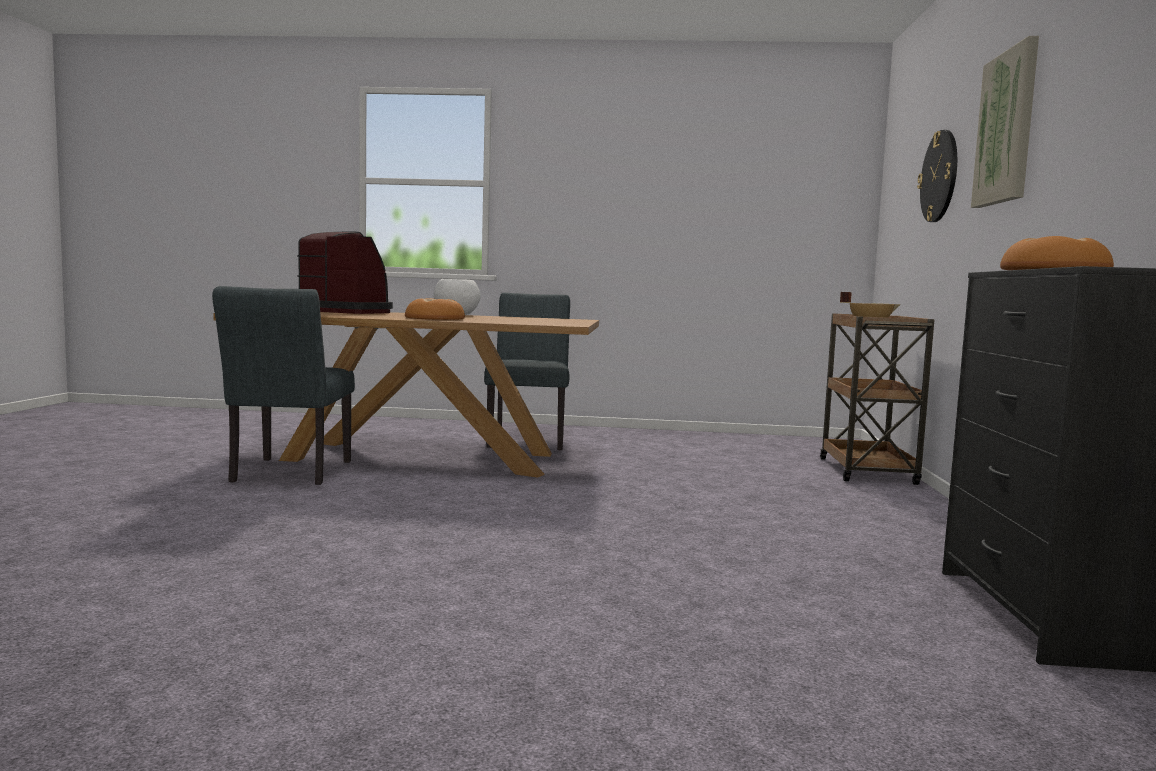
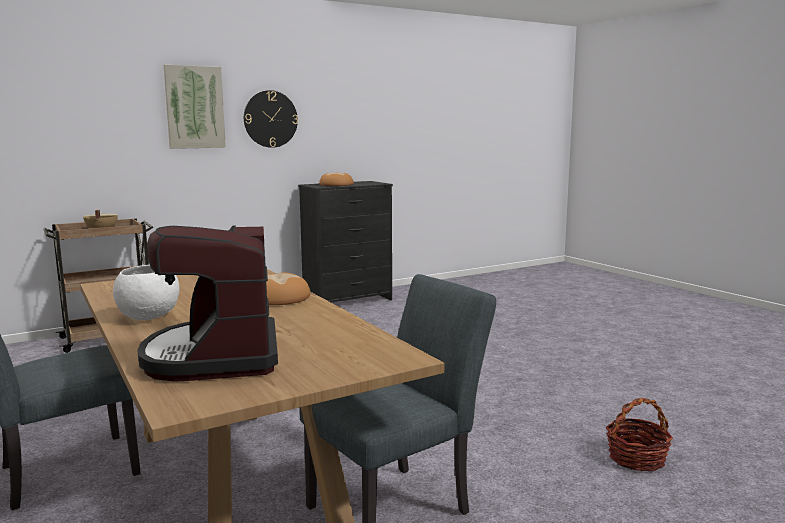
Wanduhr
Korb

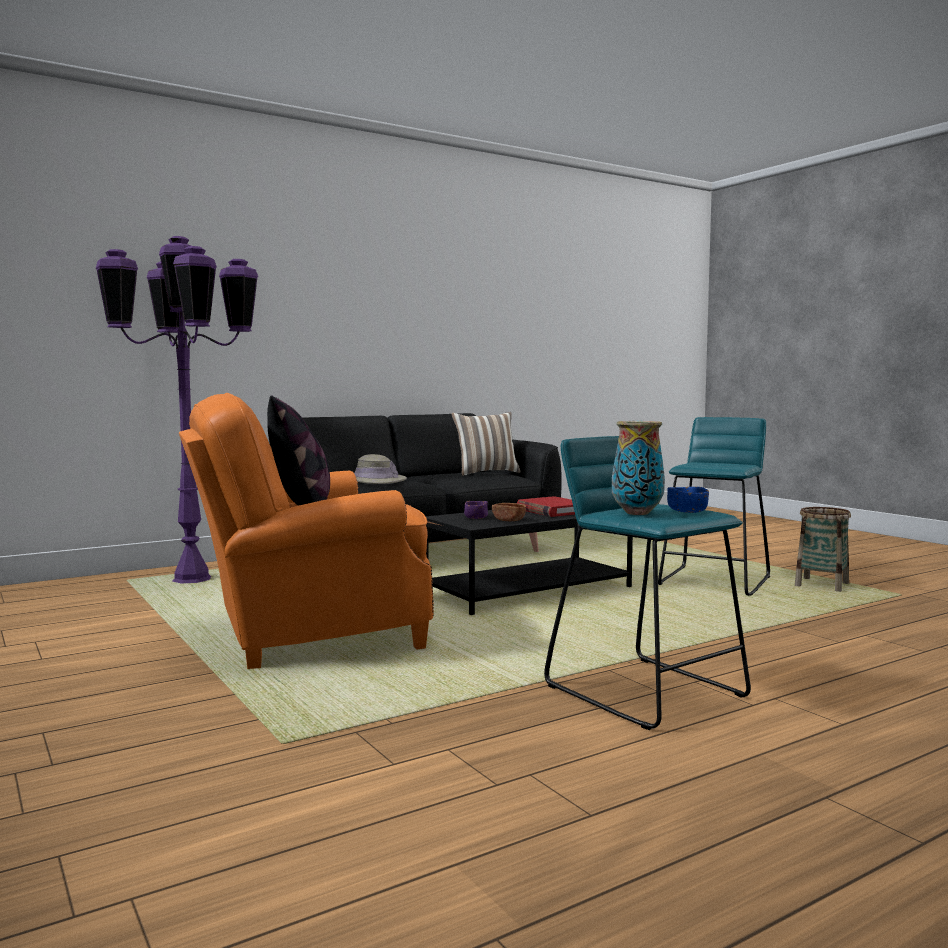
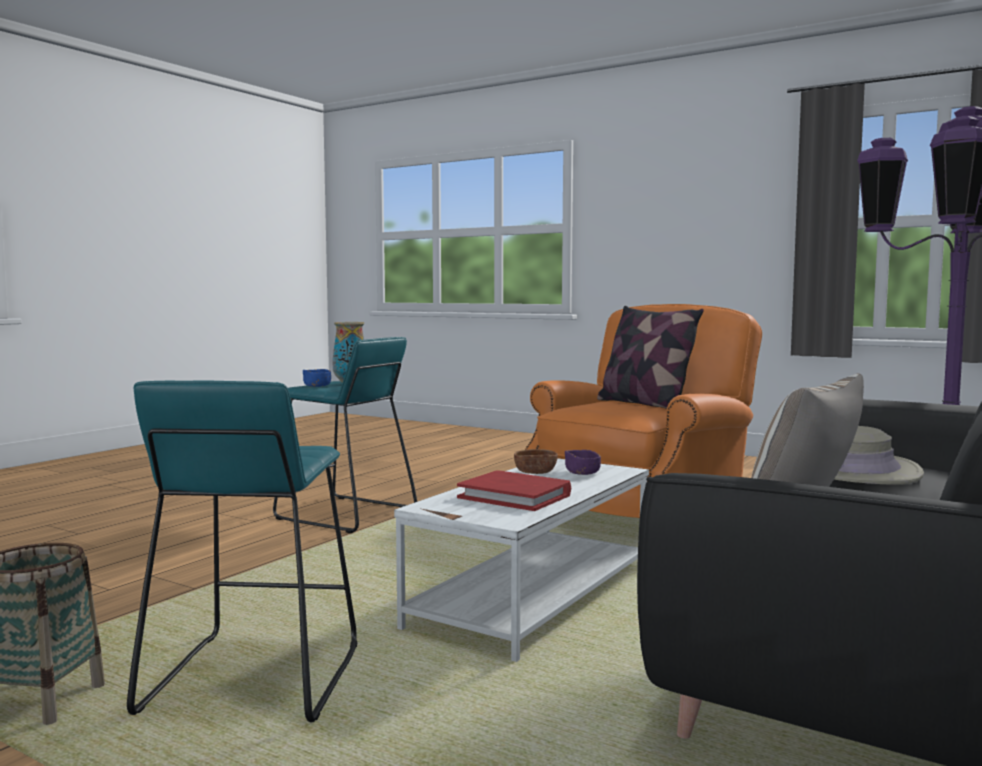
Couchtisch/weiß

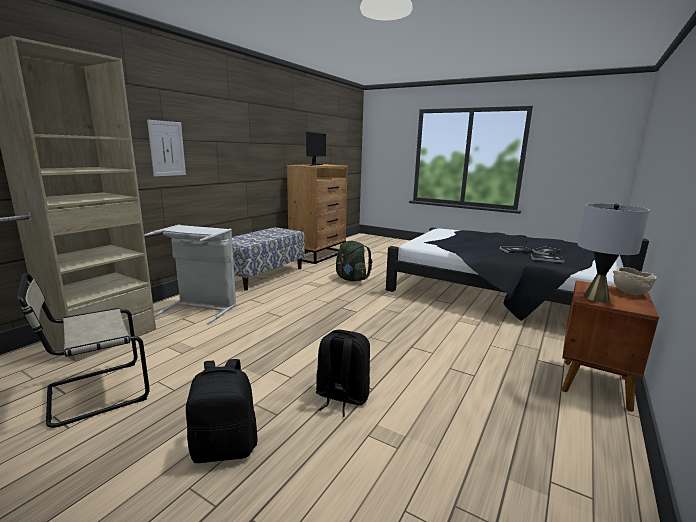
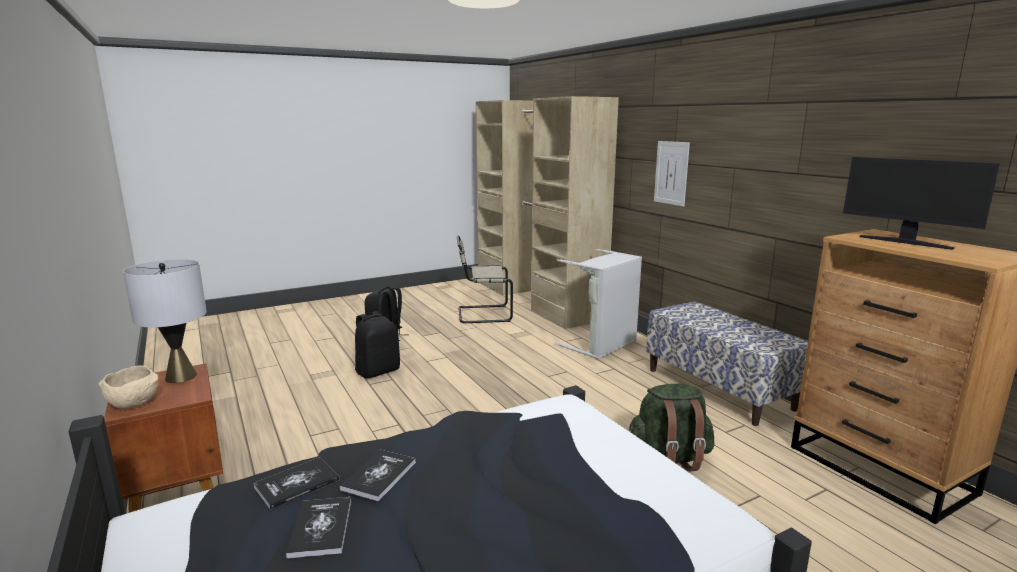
Stuhl/beige

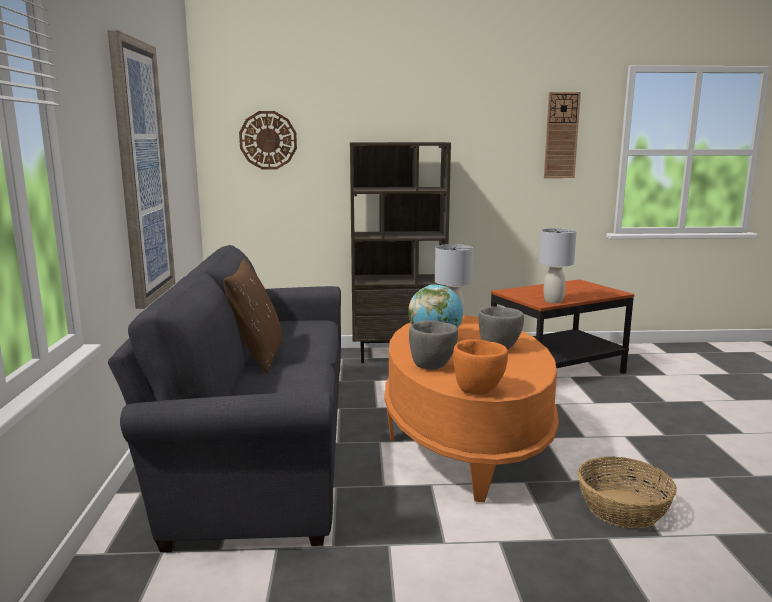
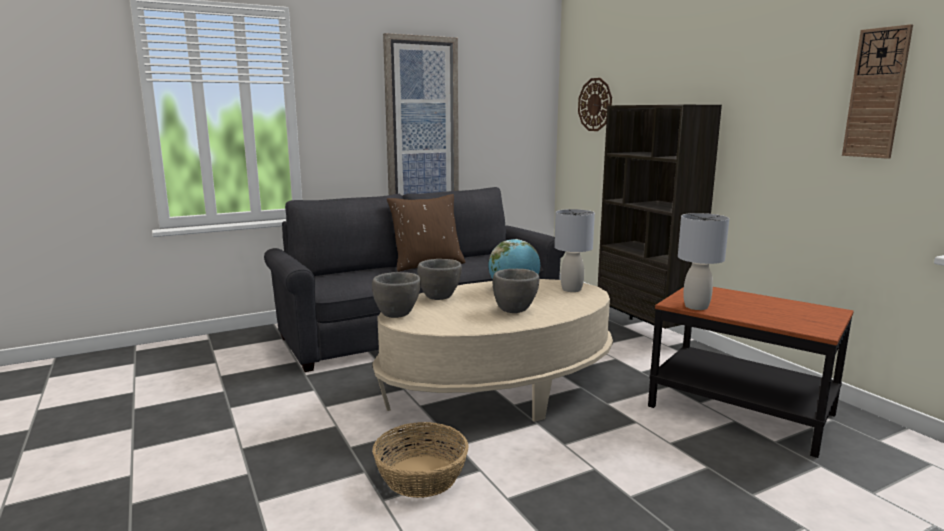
Schüssel/grau (no. 1 from left)
Couchtisch/beige

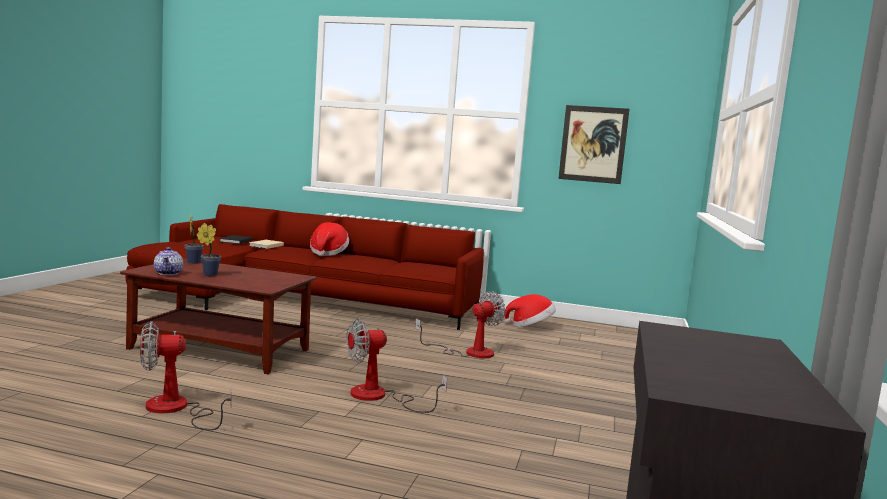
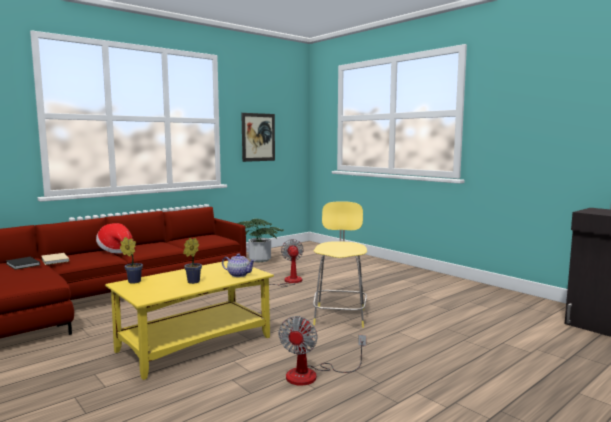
Couchtisch/gelb
Teekanne
Topfpflanze (no. 3 from left)
Hocker/gelb

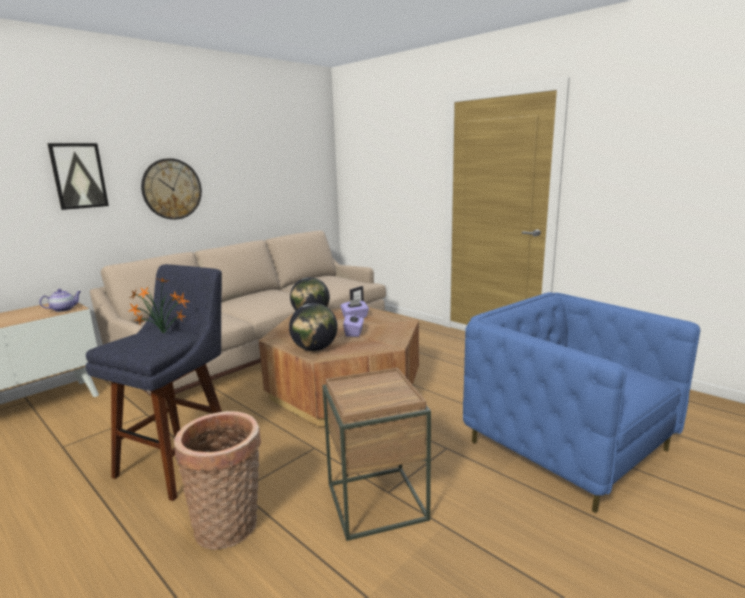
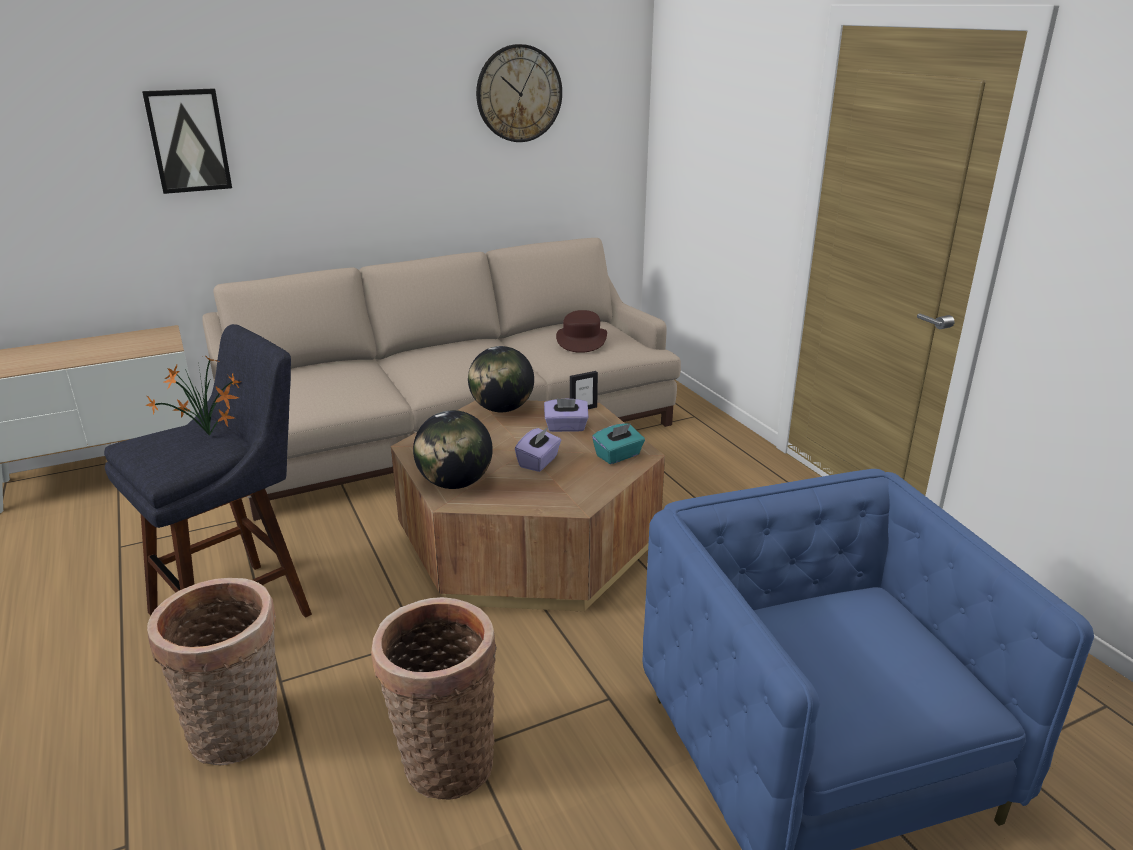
Korb (no. 2 from left)
Wanduhr
Hut/braun
Taschentuchbox/türkis
Teekanne

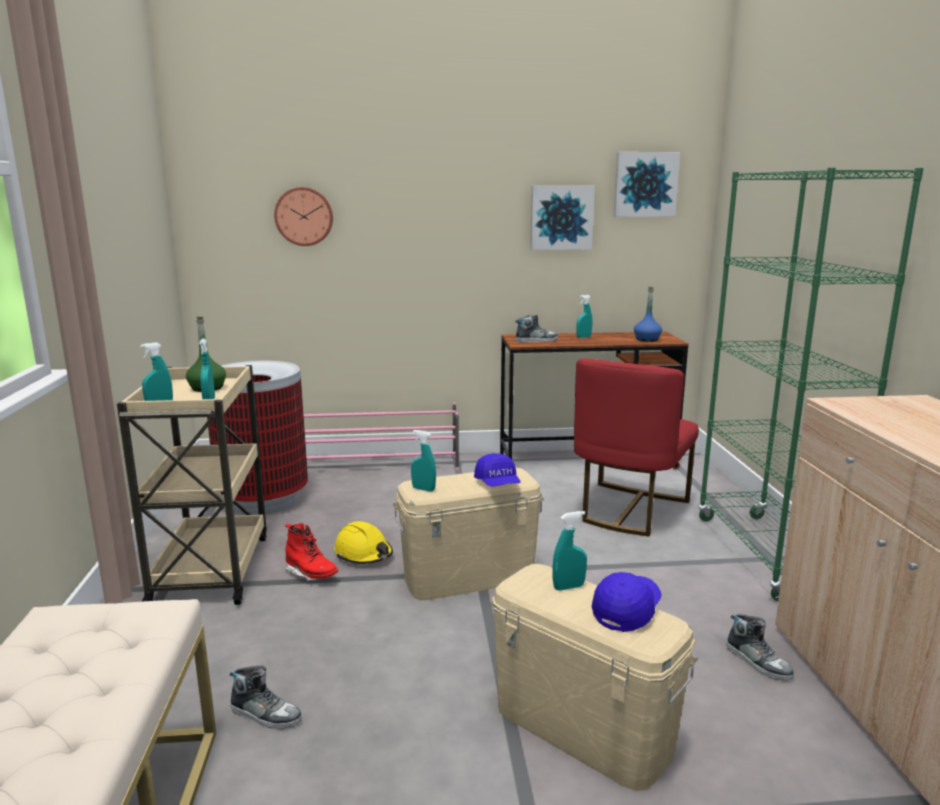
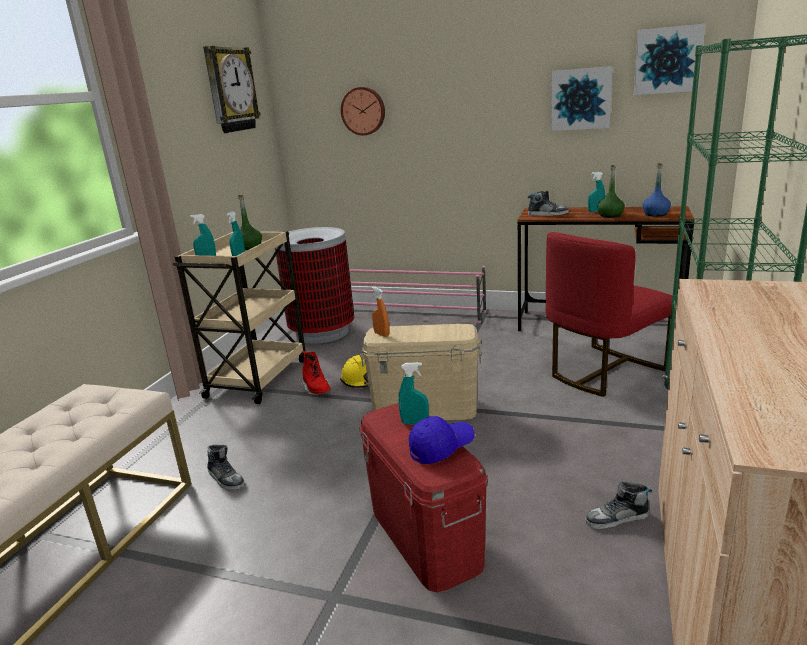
Wanduhr (no. 1 from left)
Aufbewahrungsbox/rot
Sprühflasche/orange
Schuh (no. 3 from left)
Flasche/grün (no. 2 from left)
Kappe/blau (no. 1 from left in the first image)

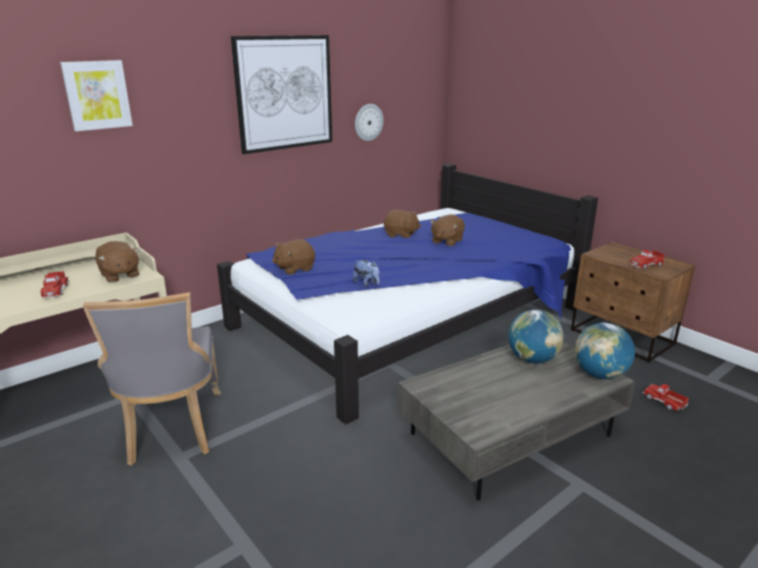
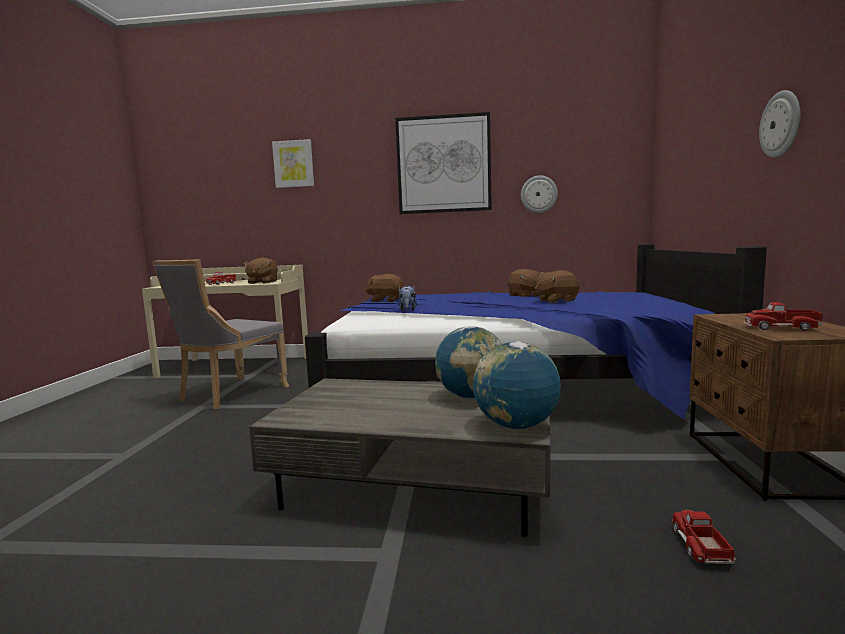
Wanduhr (no. 2 from left)

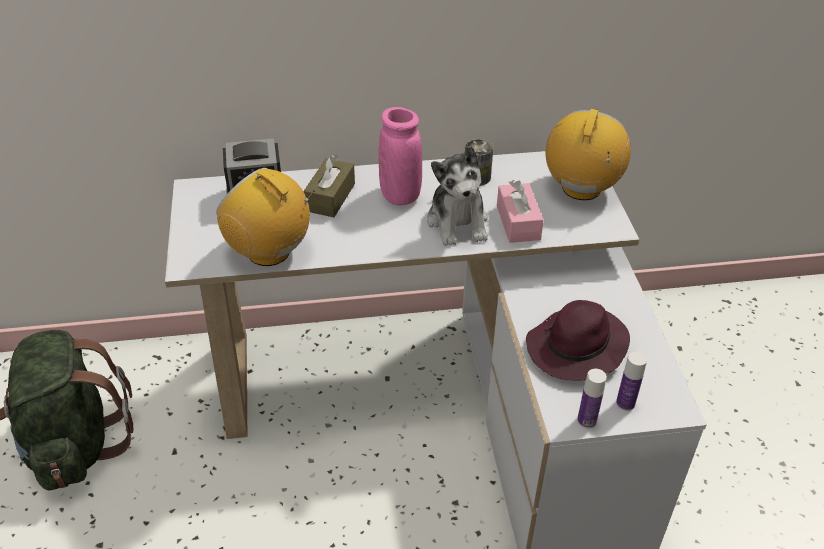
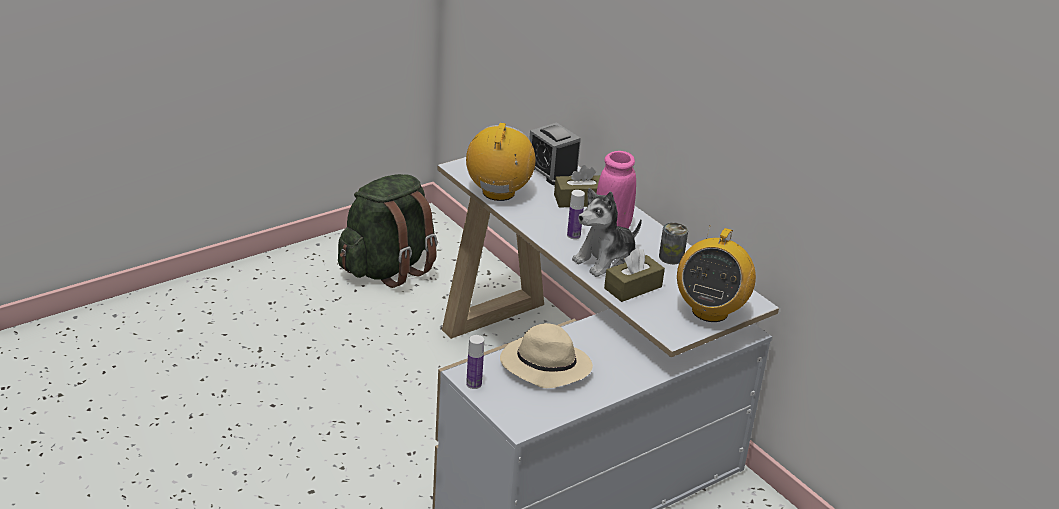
Hut/beige
Flasche (no. 2 from left)
Taschentuchbox/braun (no. 2 from left)
Radio (no. 2 from left)

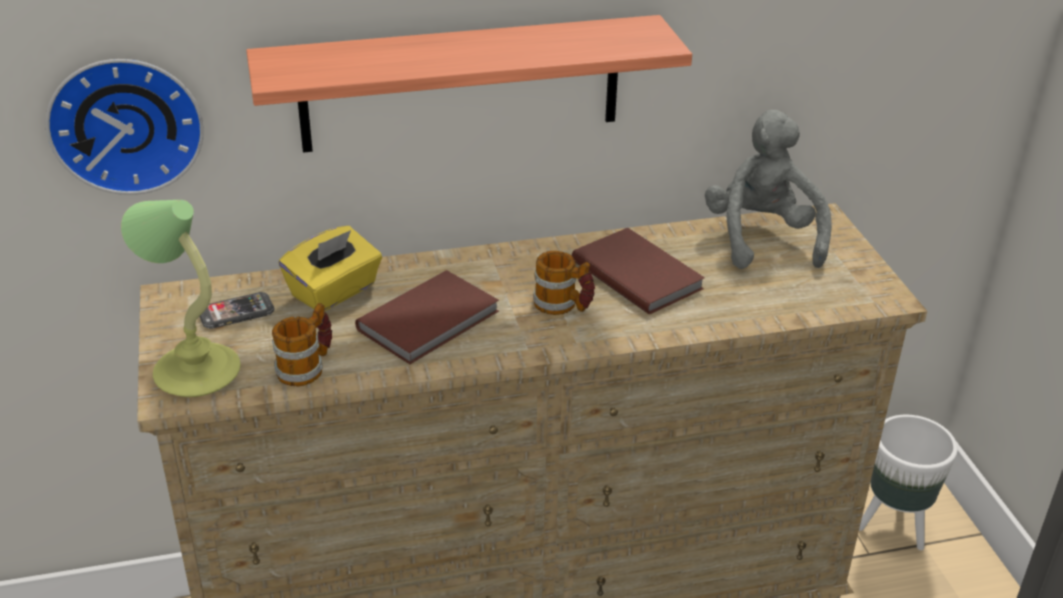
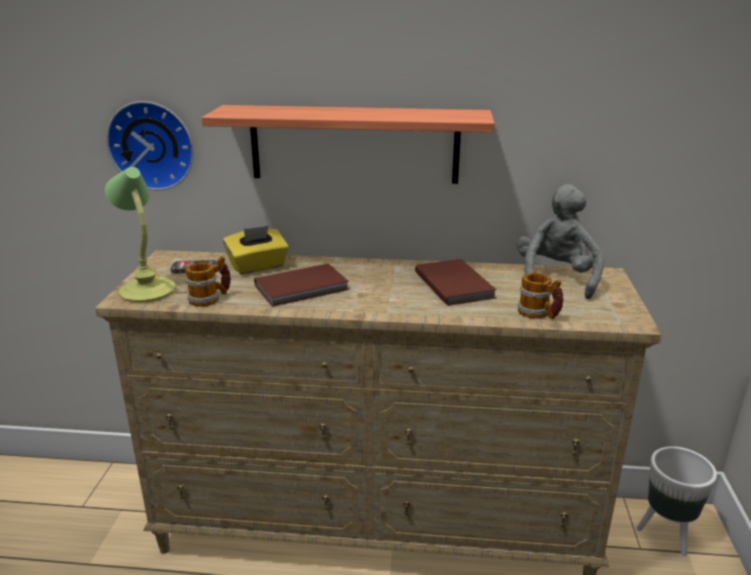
Henkelbecher (no. 2 from left)

